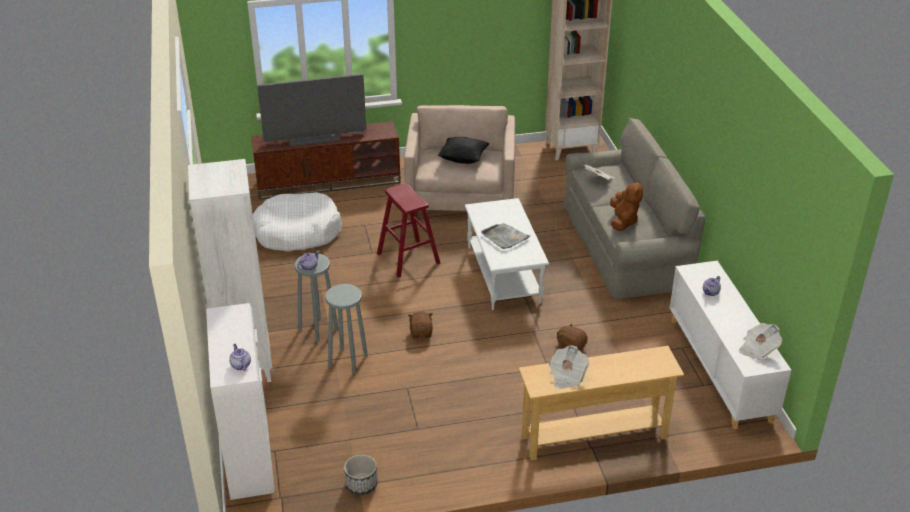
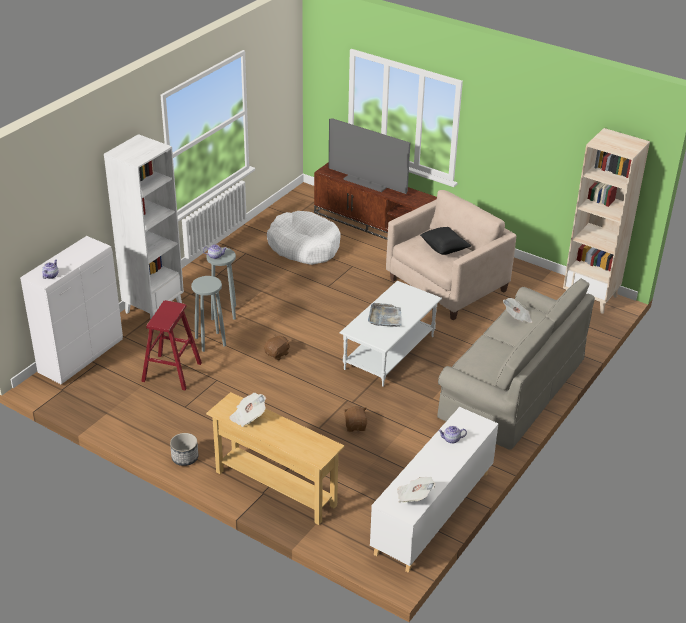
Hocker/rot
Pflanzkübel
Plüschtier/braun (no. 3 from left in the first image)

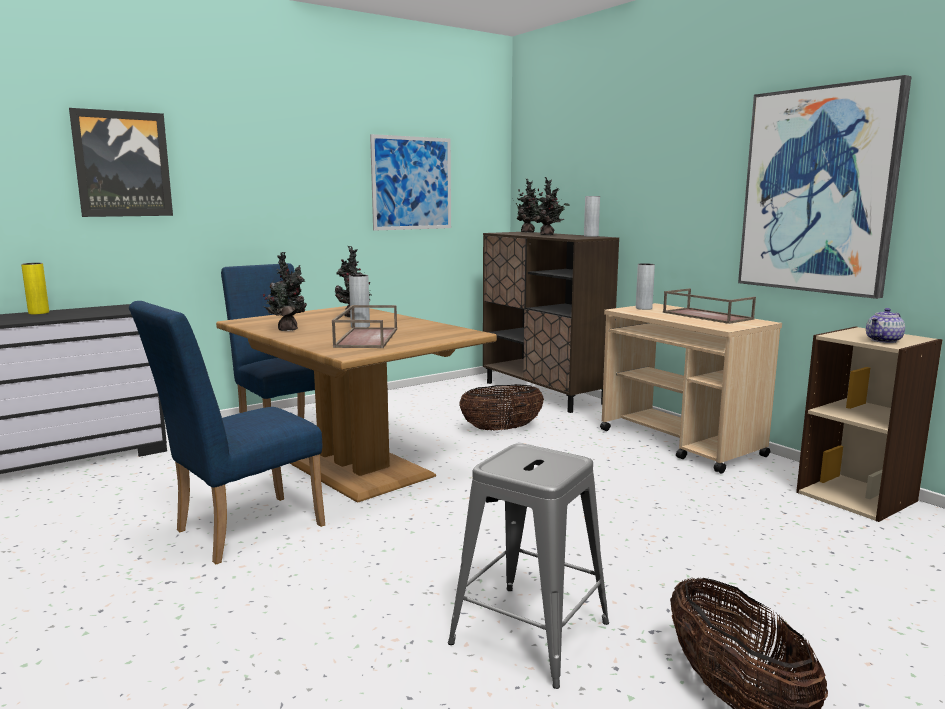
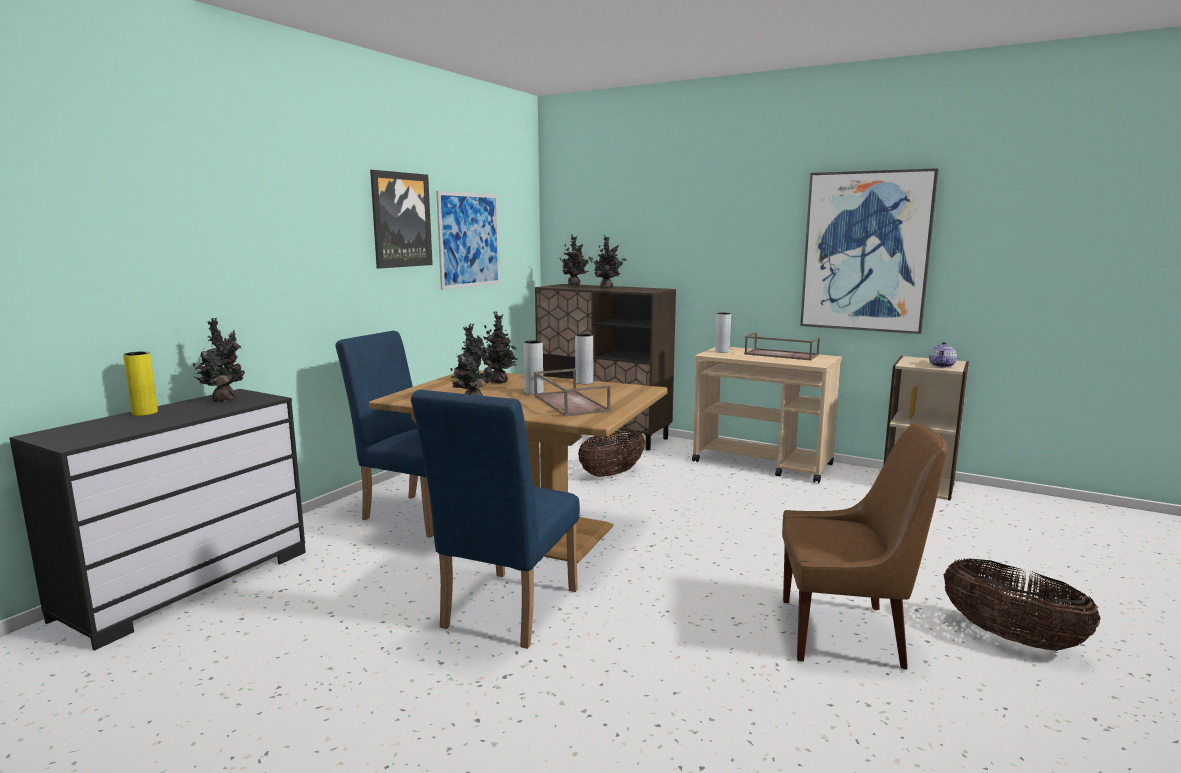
Topfpflanze (no. 1 from left)
Bild (no. 1 from left)
Vase/grau (no. 2 from left)
Stuhl/braun

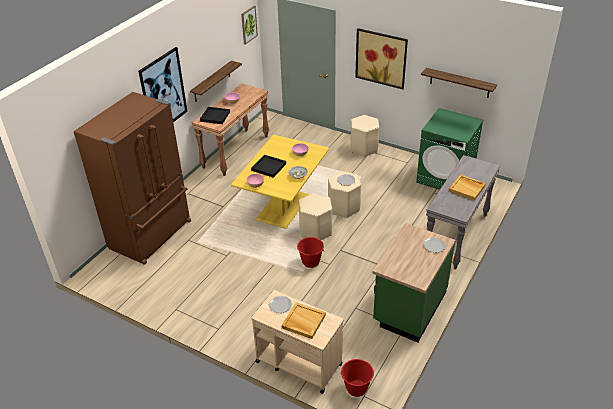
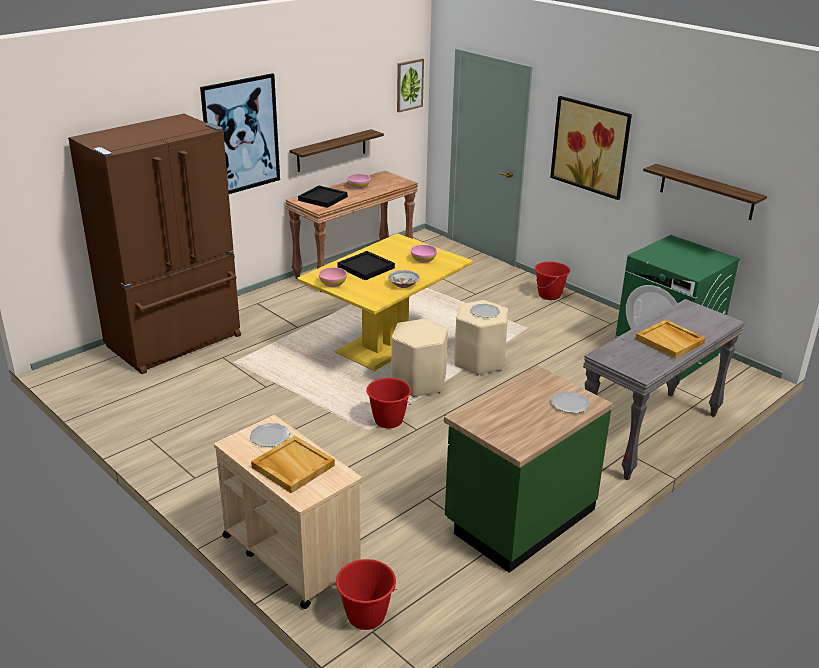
Eimer/rot (no. 3 from left)

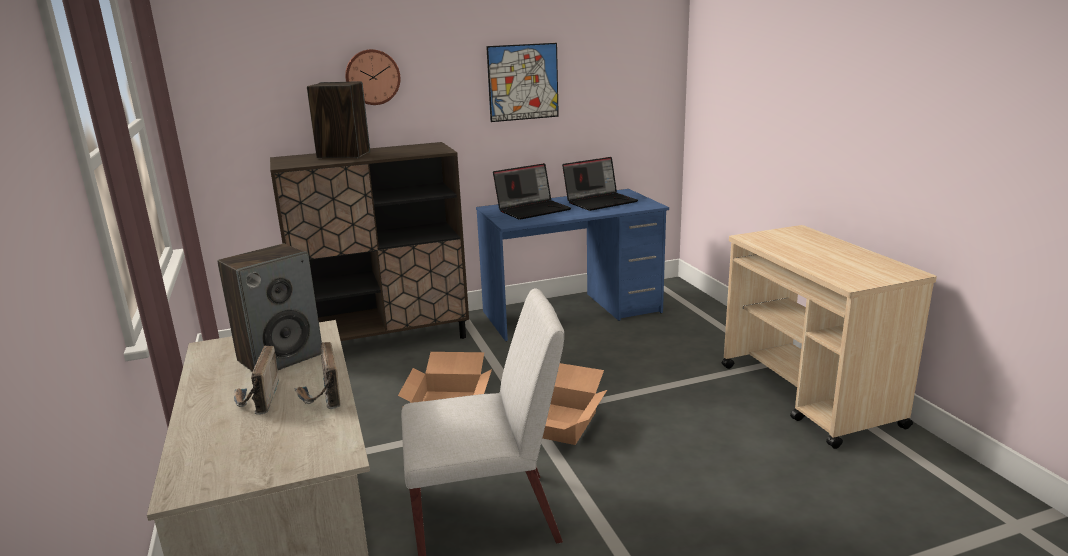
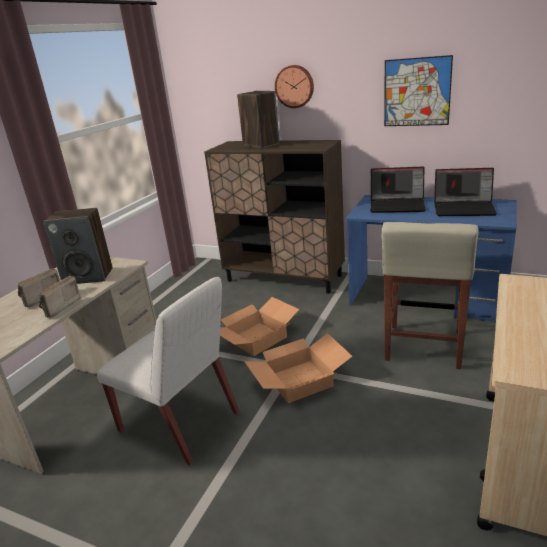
Hocker/beige

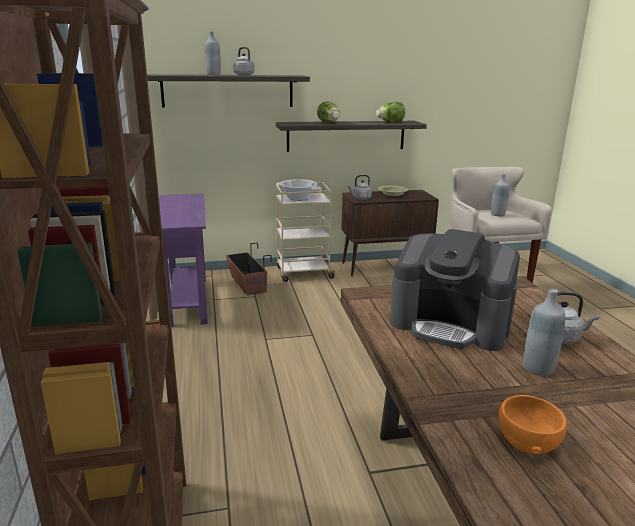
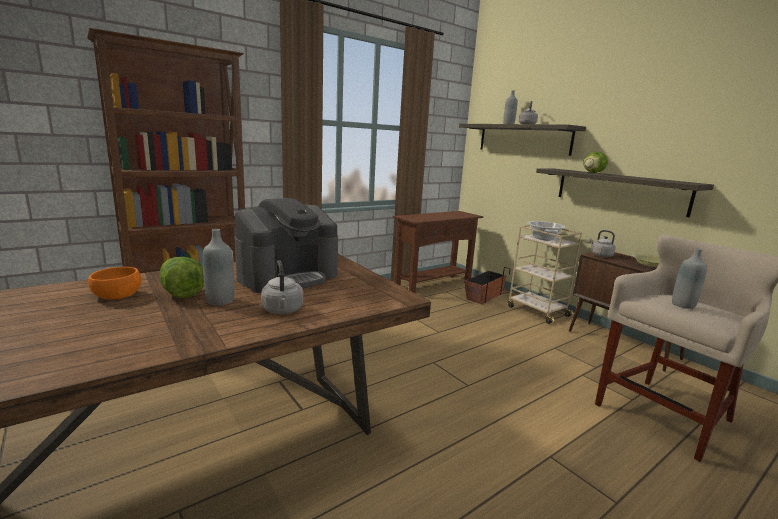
Salatkopf (no. 1 from left)
Kaffeemaschine
Konsolentisch/braun

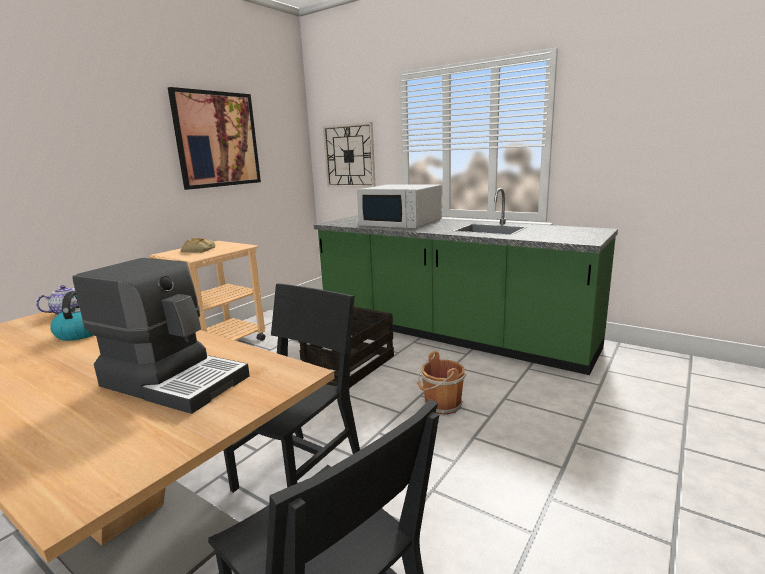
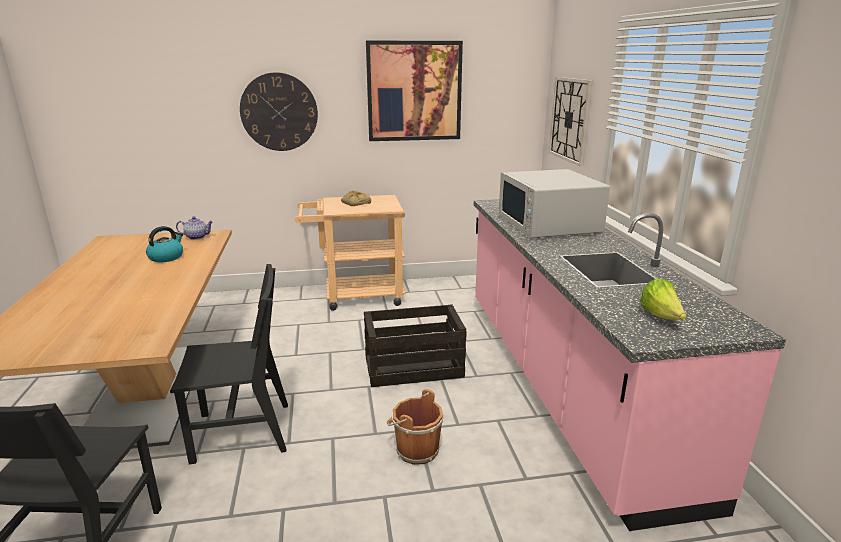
Wanduhr (no. 1 from left)
Küchenzeile/rosa
Salatkopf
Kaffeemaschine

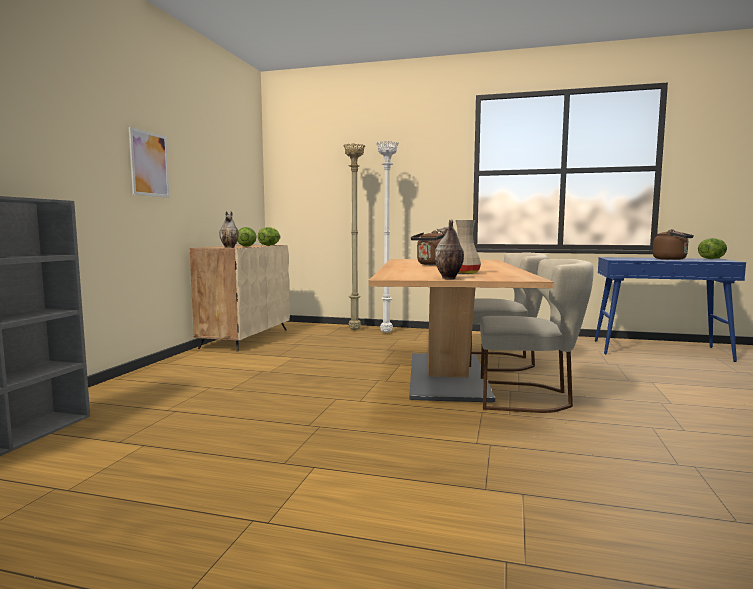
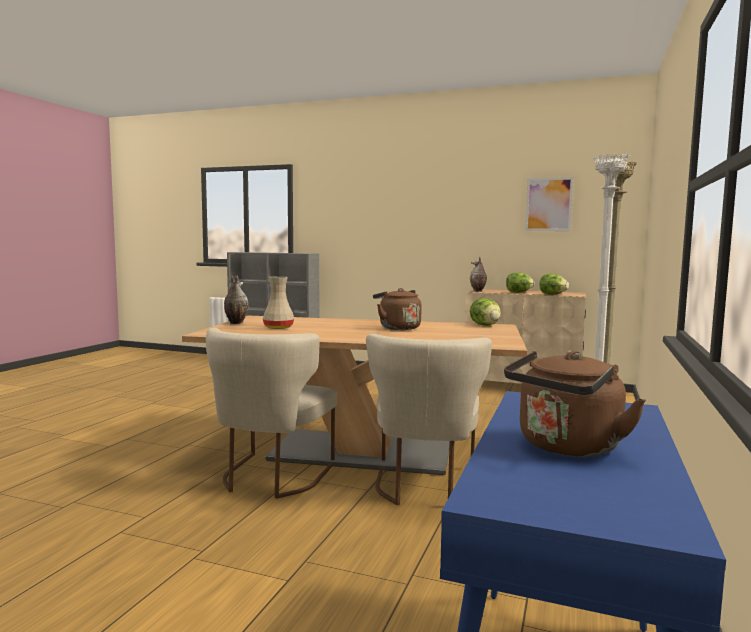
Salatkopf (no. 1 from left)
Bild

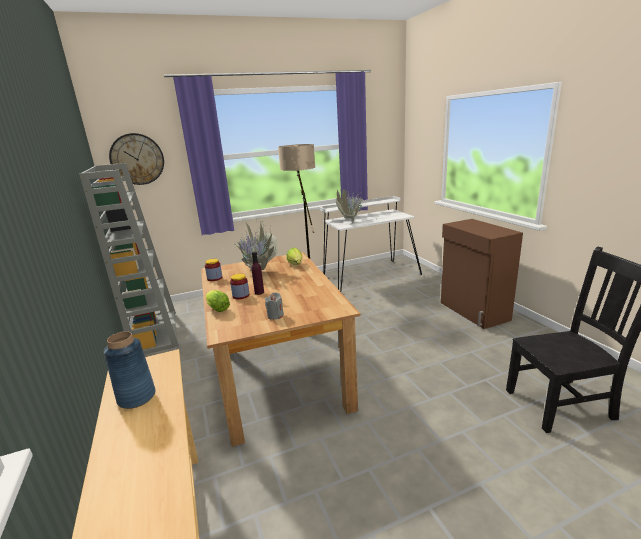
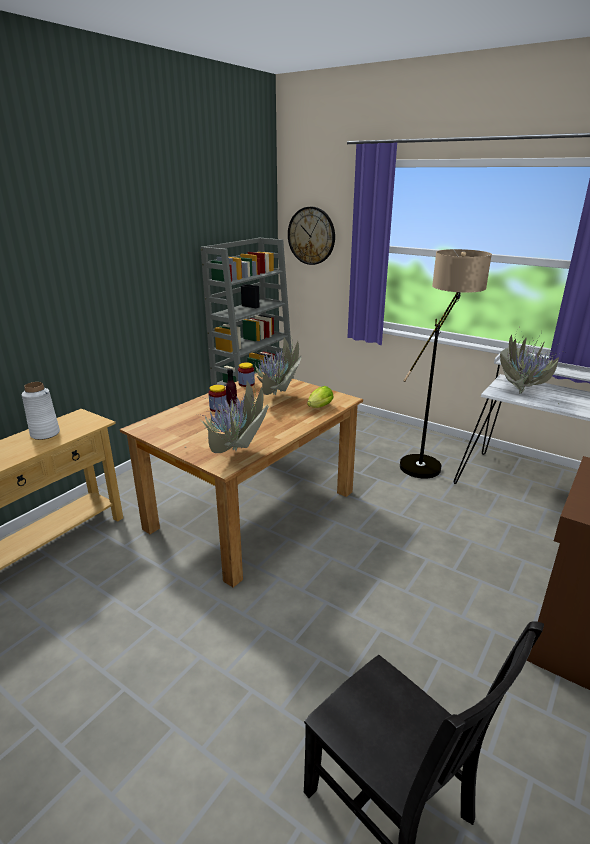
Vase/weiß
Topfpflanze (no. 1 from left)
Salatkopf (no. 1 from left in the first image)
Kerze/grau

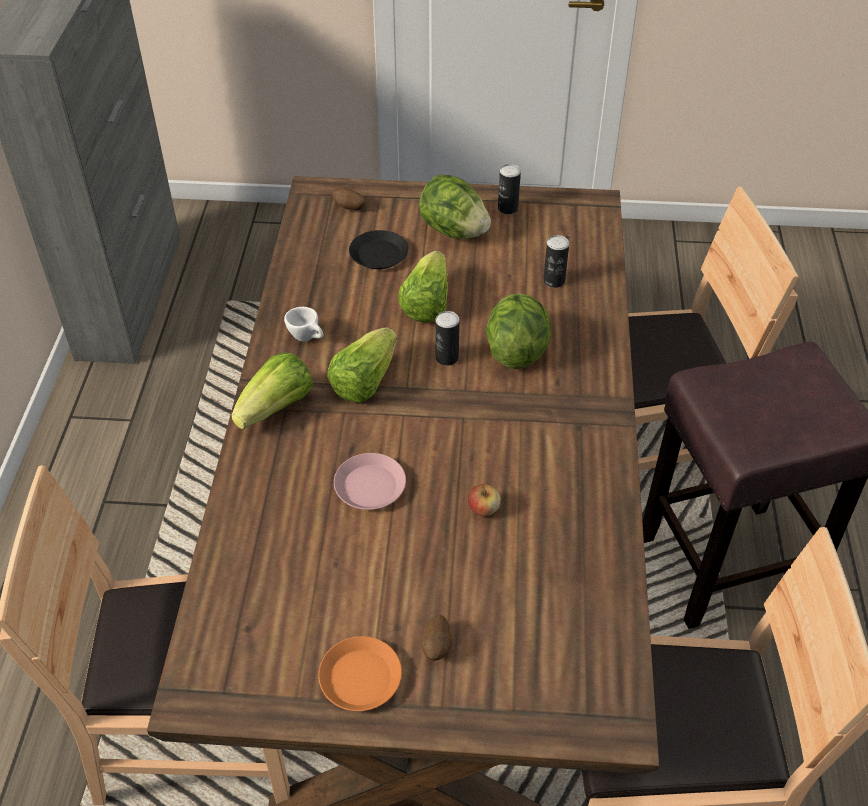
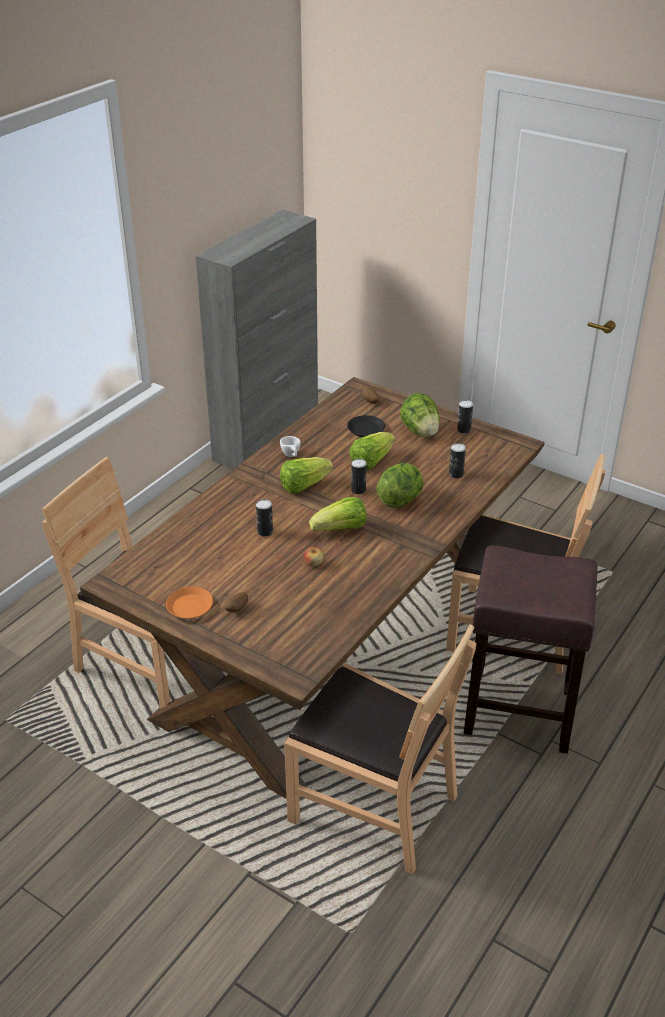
Dose (no. 1 from left)
Salatkopf (no. 2 from left)

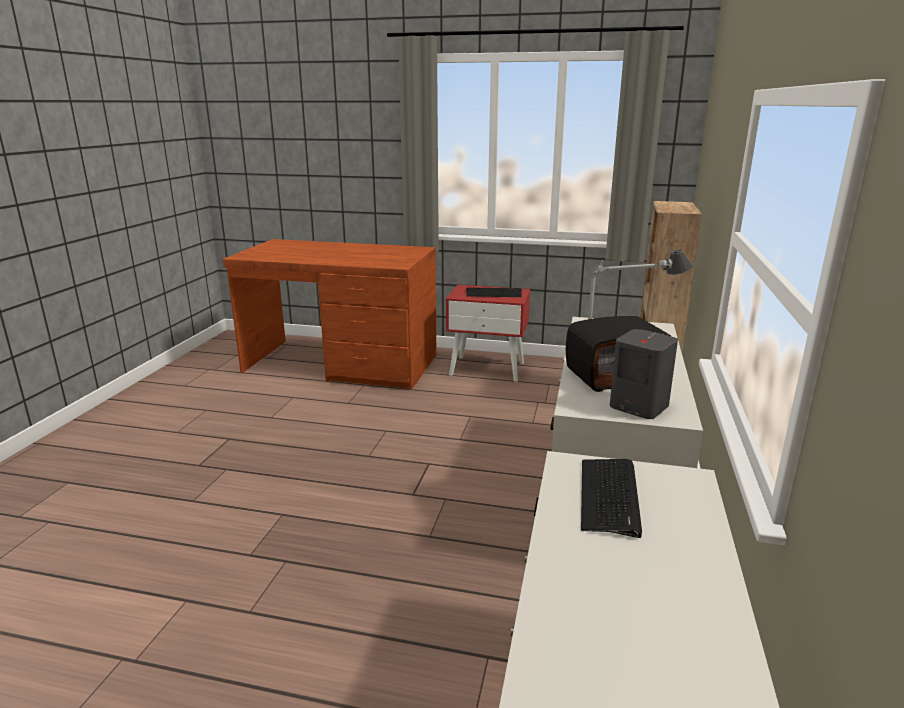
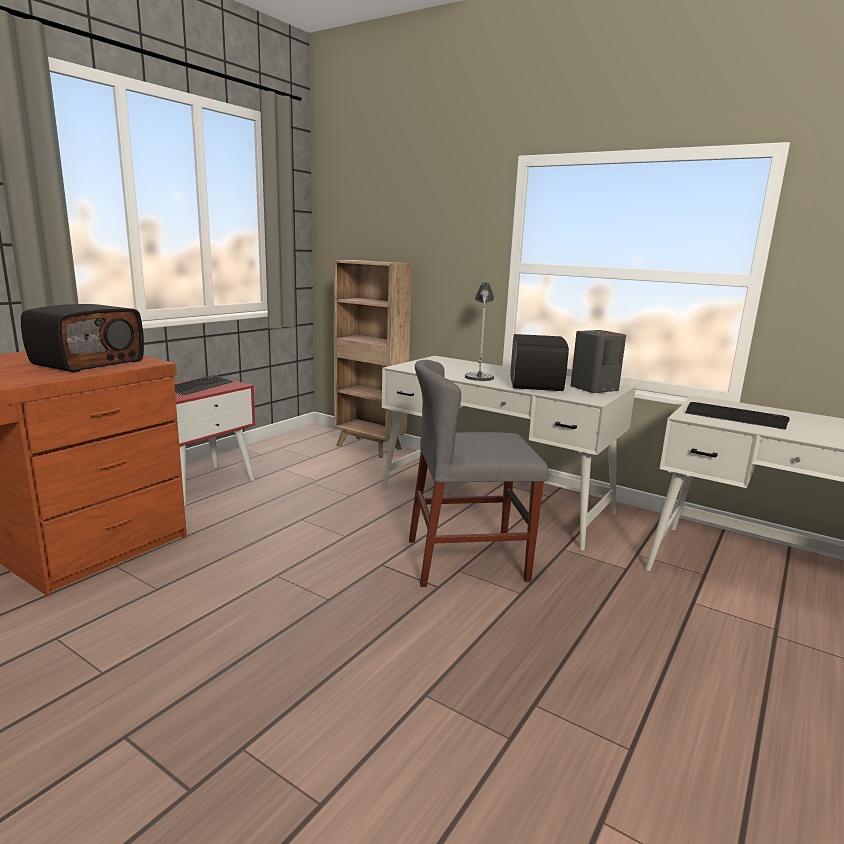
Radio (no. 1 from left)
Stuhl/grau

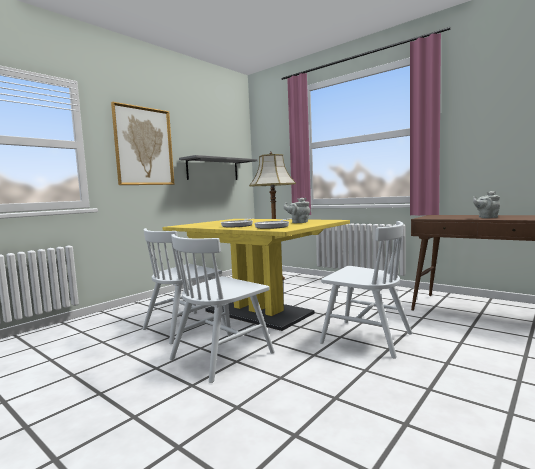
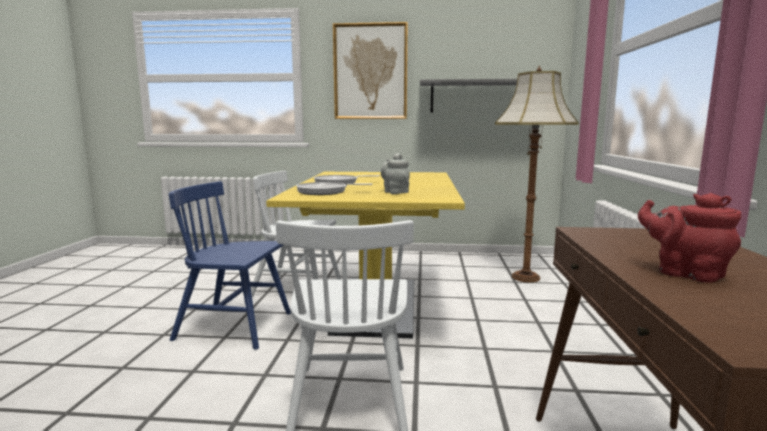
Stuhl/blau
Teekanne/rot

